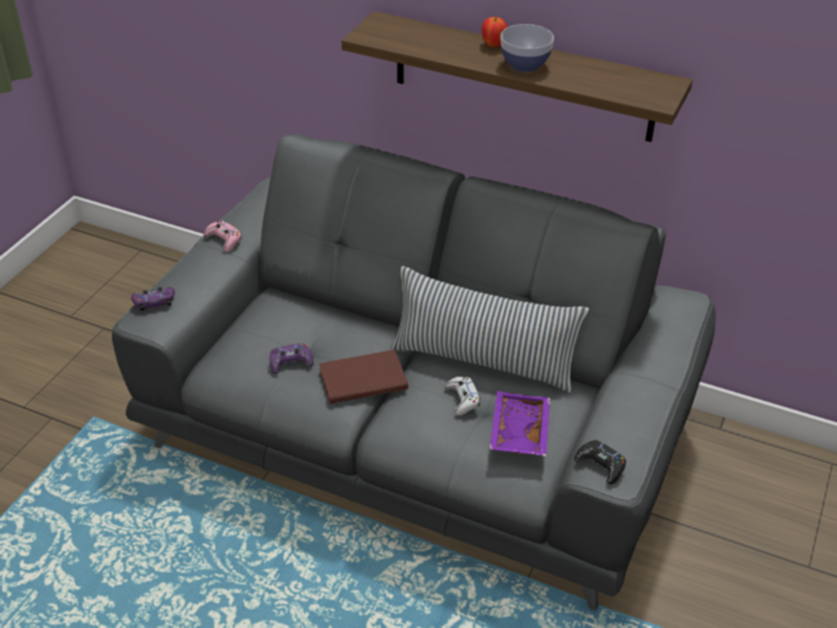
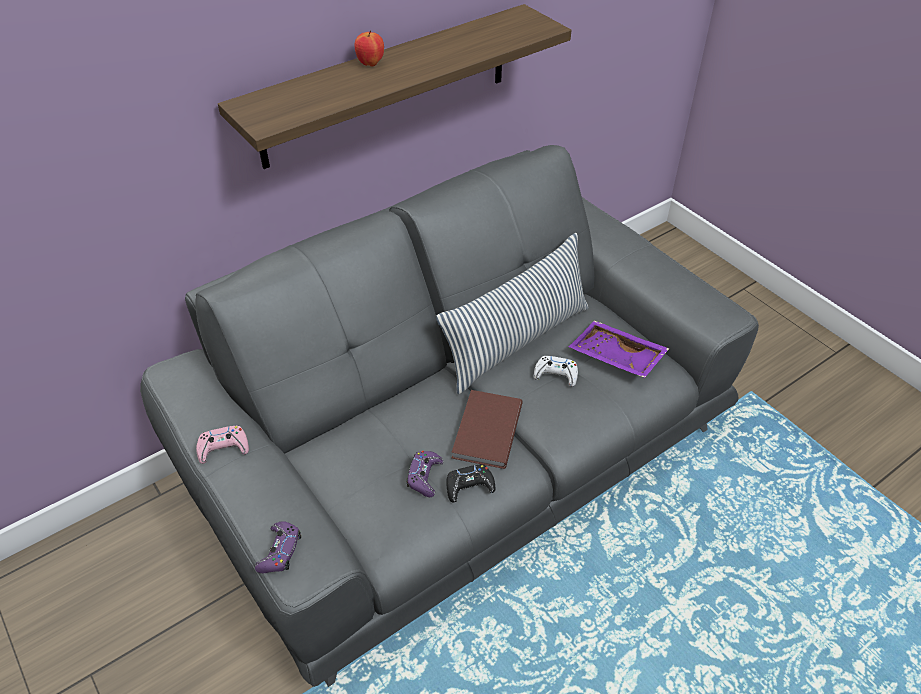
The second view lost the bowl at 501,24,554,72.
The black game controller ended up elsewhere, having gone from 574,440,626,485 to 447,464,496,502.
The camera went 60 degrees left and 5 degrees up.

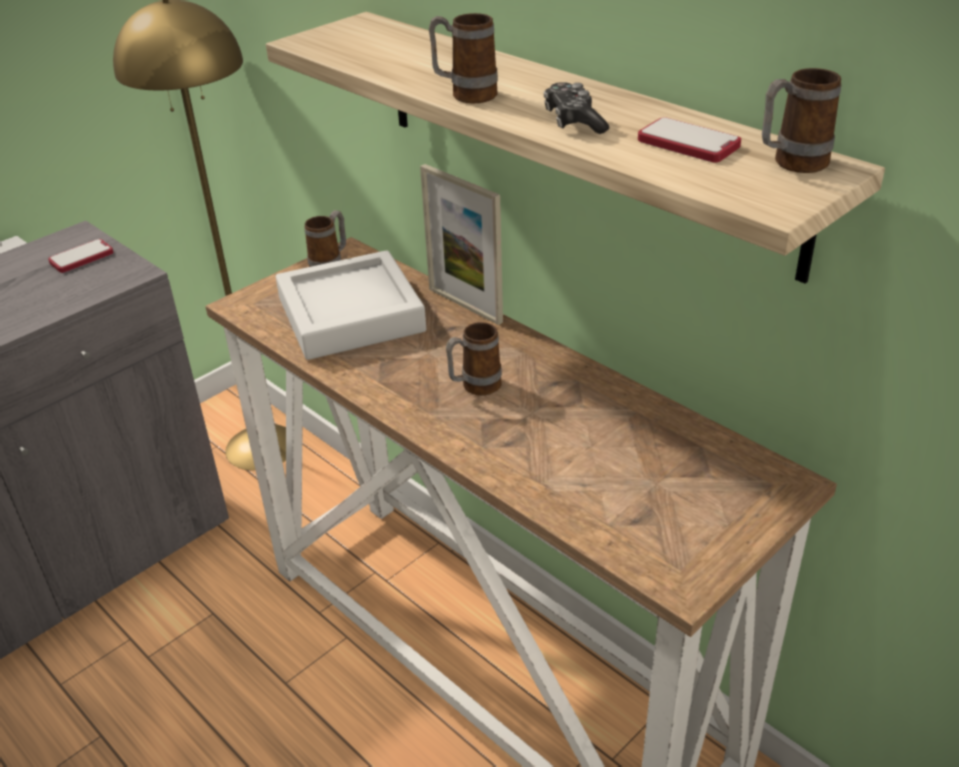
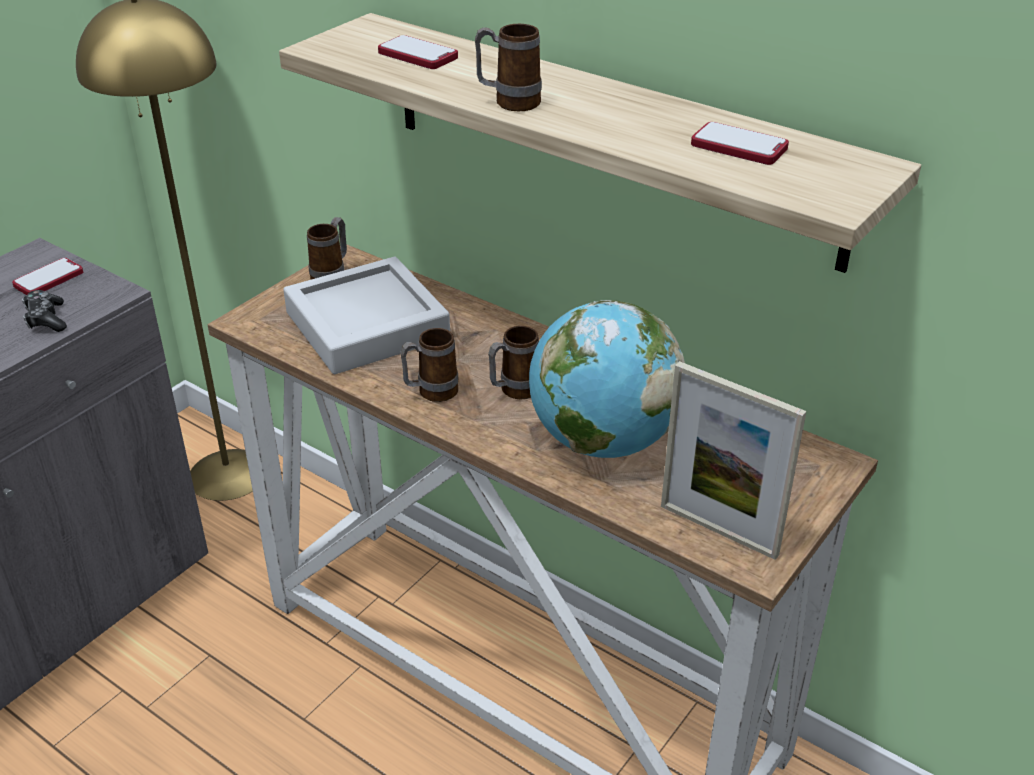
The mug ended up elsewhere, having gone from 762,68,841,173 to 400,328,459,402.
The game controller ended up elsewhere, having gone from 544,82,609,134 to 22,290,67,332.
The picture frame ended up elsewhere, having gone from 420,164,503,325 to 661,361,806,560.
The second view gained the phone at 378,35,458,69.
The second view gained the globe at 529,300,685,458.
The camera went 10 degrees left and 0 degrees up.

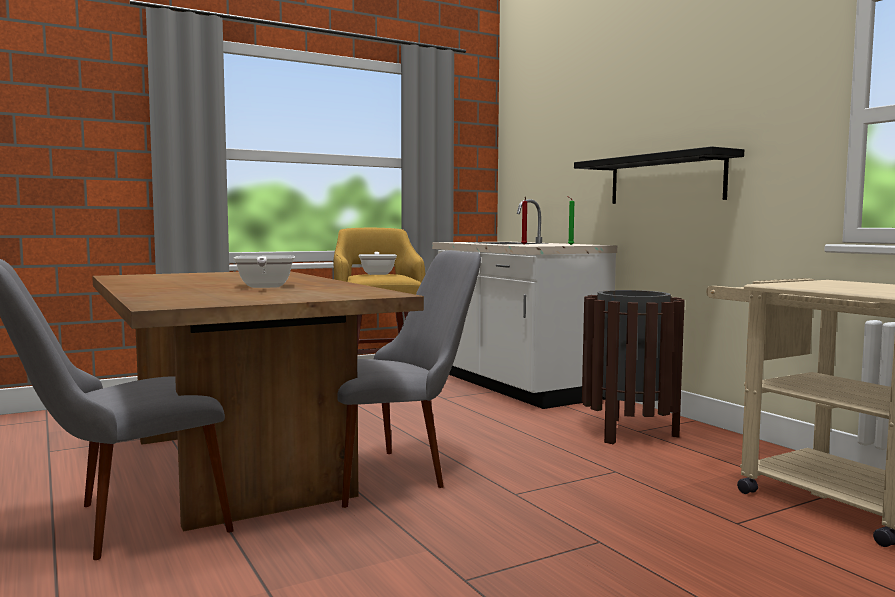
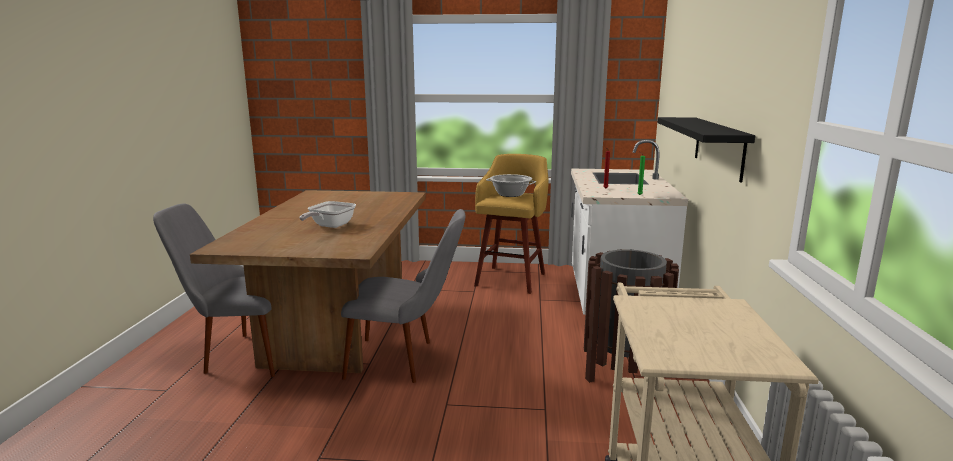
Where the frying pan stood at 359,252,397,275, the cooking pot came to stand at 486,174,536,197.
The camera went 35 degrees right and 10 degrees up.

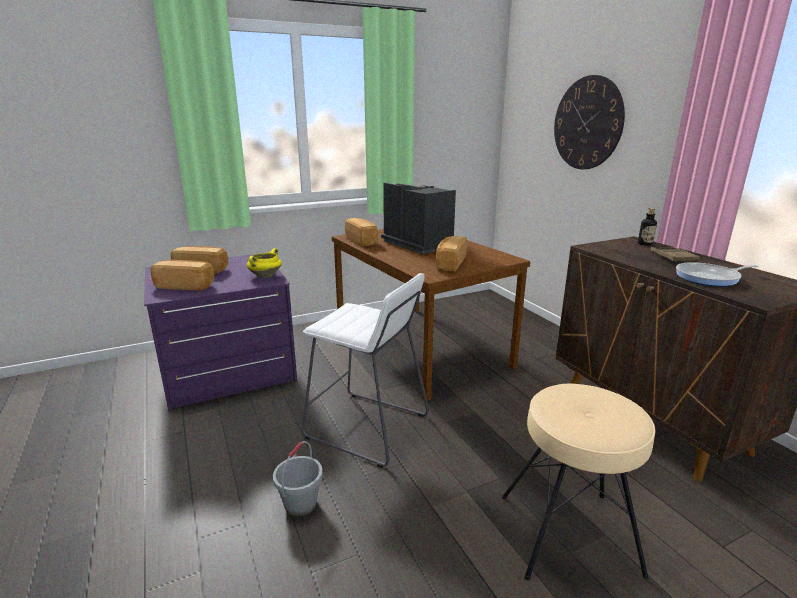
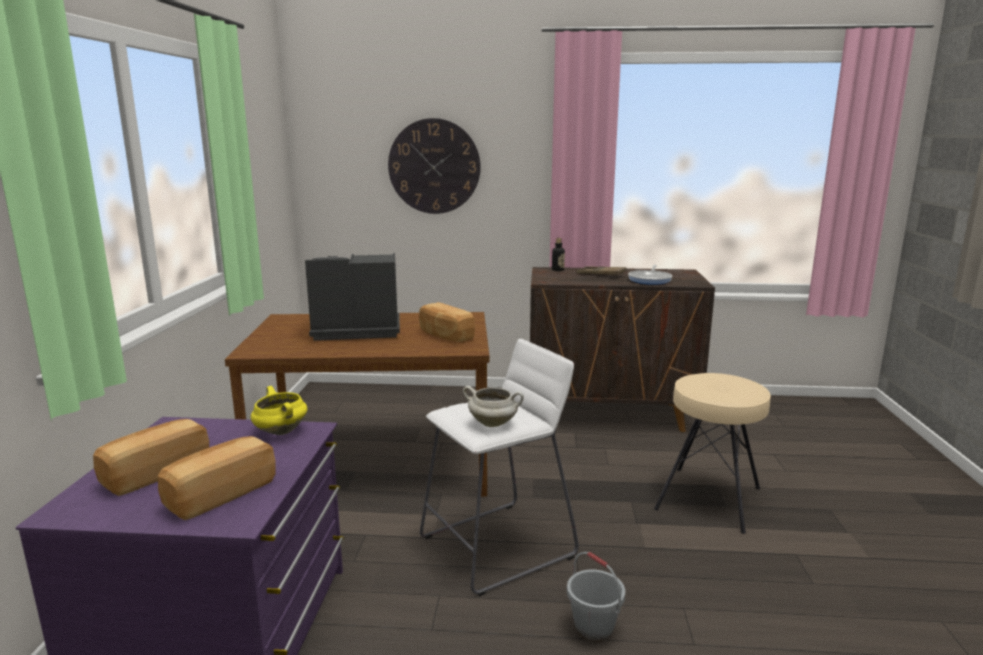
The second view lost the bread at 345,218,378,246.
The second view gained the white cooking pot at 463,386,524,427.
The camera went 60 degrees left and 5 degrees down.

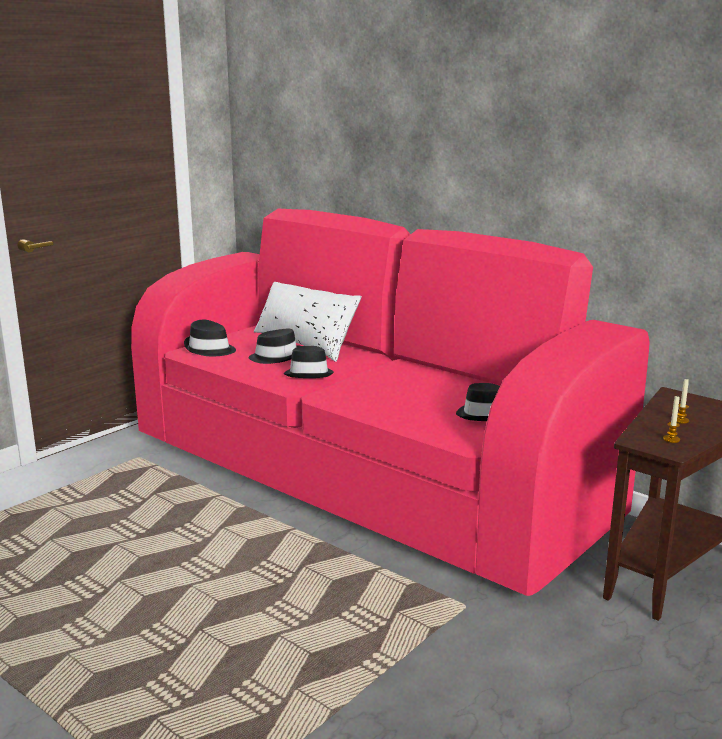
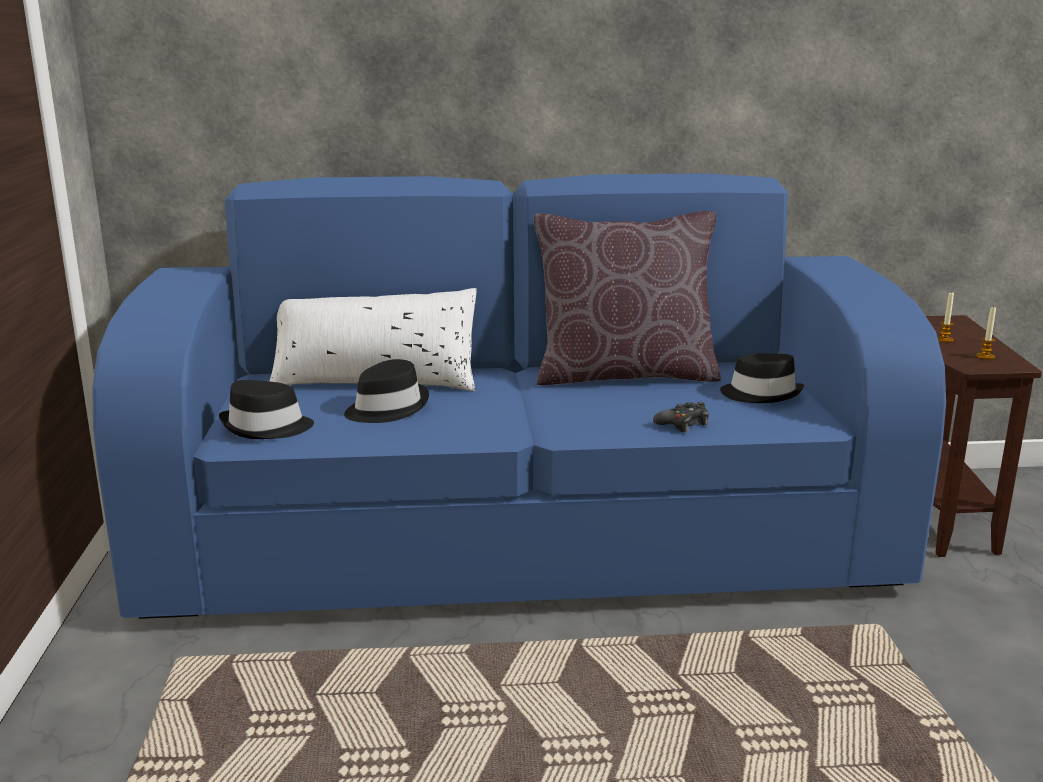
What was the pink sofa at 131,209,650,596 turned into the blue sofa at 92,173,946,619.
The second view lost the black hat at 284,346,334,378.
The second view gained the brown pillow at 534,211,721,385.
The second view gained the black game controller at 653,402,709,432.
The camera went 45 degrees left and 0 degrees up.

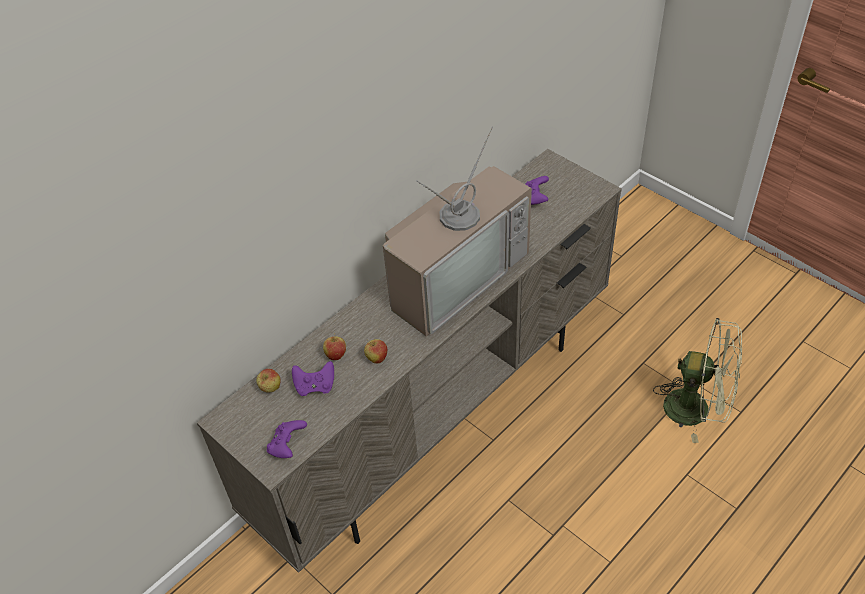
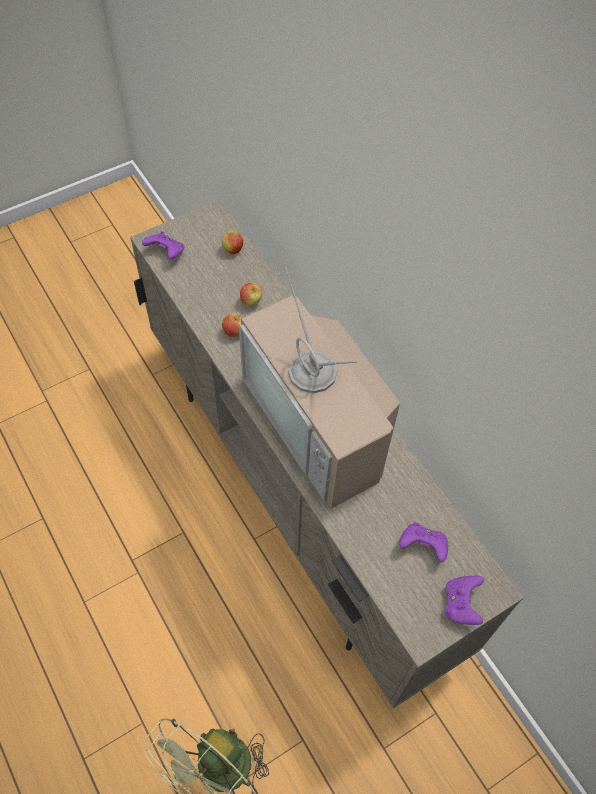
The purple game controller ended up elsewhere, having gone from 292,361,334,396 to 444,576,484,625.
The camera went 100 degrees right and 10 degrees up.

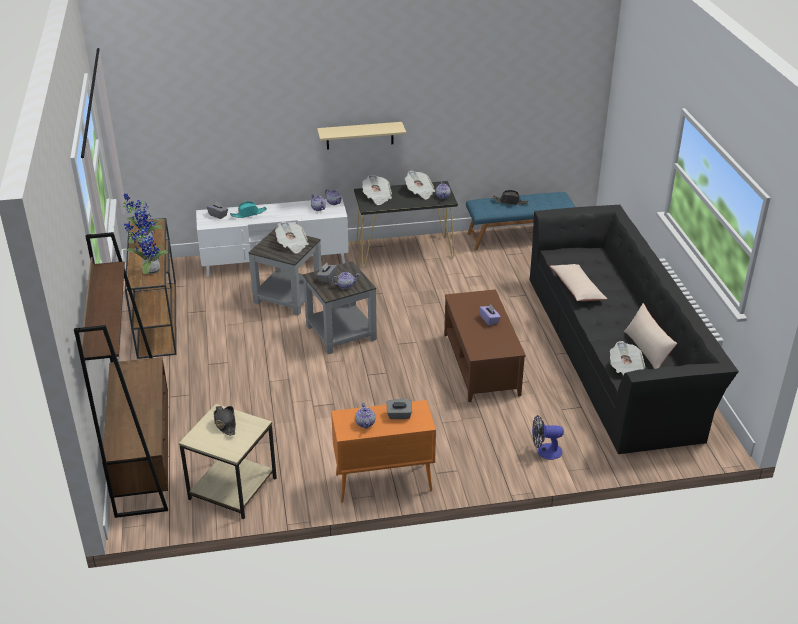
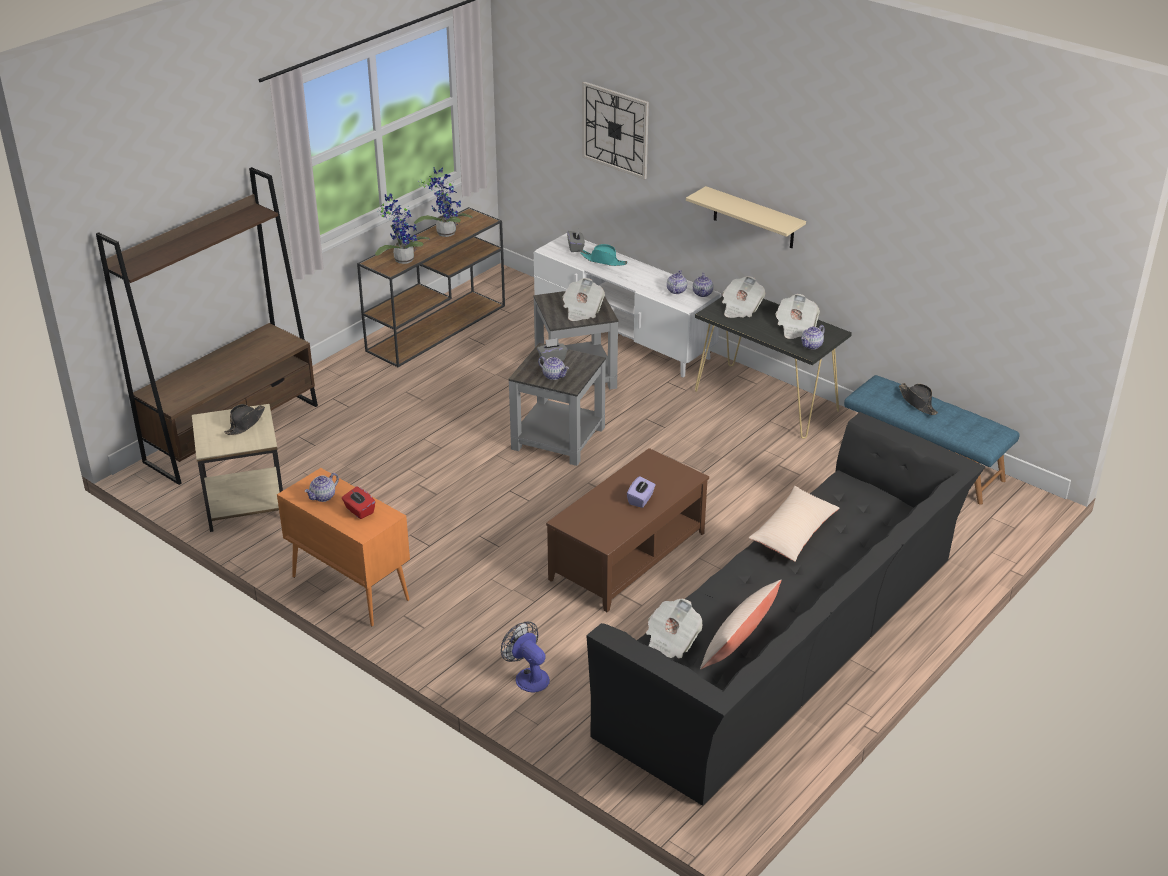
What was the grey tissue box at 387,399,412,419 turned into the red tissue box at 342,486,375,519.
The second view gained the wall clock at 582,82,649,180.
The camera went 50 degrees right and 0 degrees up.

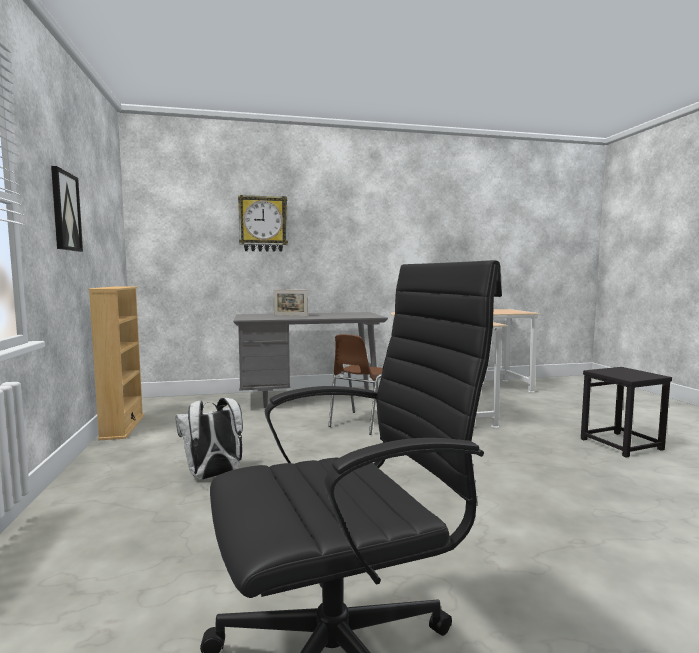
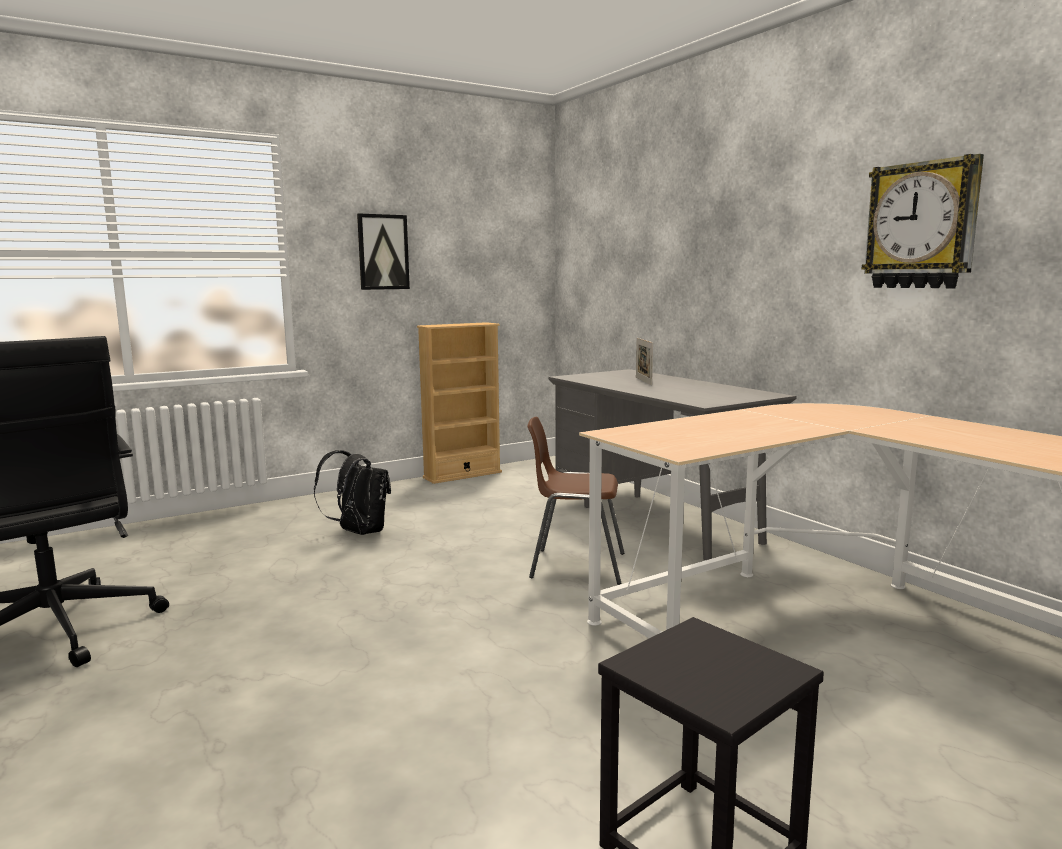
The wall clock ended up elsewhere, having gone from 238,195,288,252 to 862,154,984,289.
What was the white backpack at 175,398,243,480 turned into the black backpack at 314,450,391,535.
The camera went 70 degrees right and 5 degrees up.

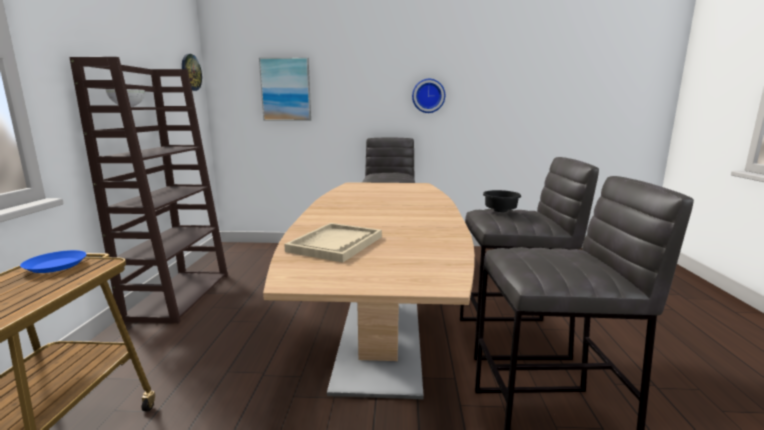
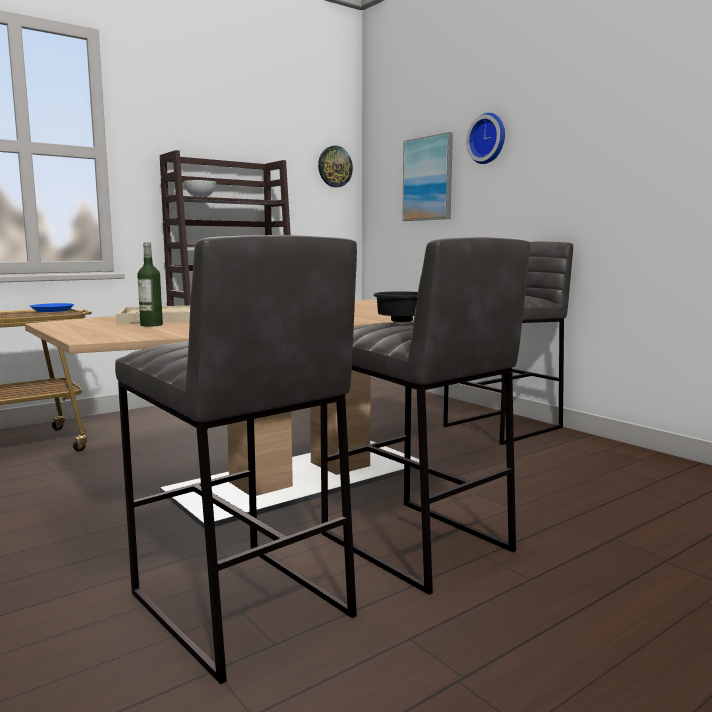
The wall clock ended up elsewhere, having gone from 412,79,445,113 to 466,113,505,164.
The second view gained the bottle at 137,243,163,327.
The camera went 50 degrees right and 5 degrees down.

